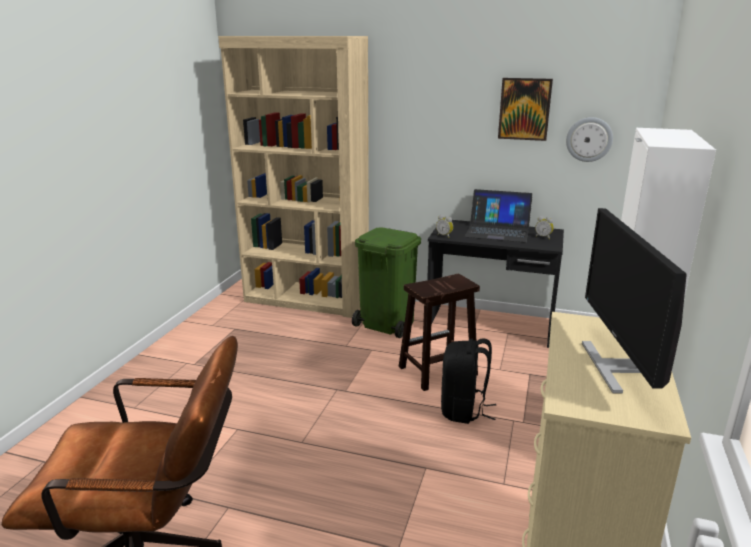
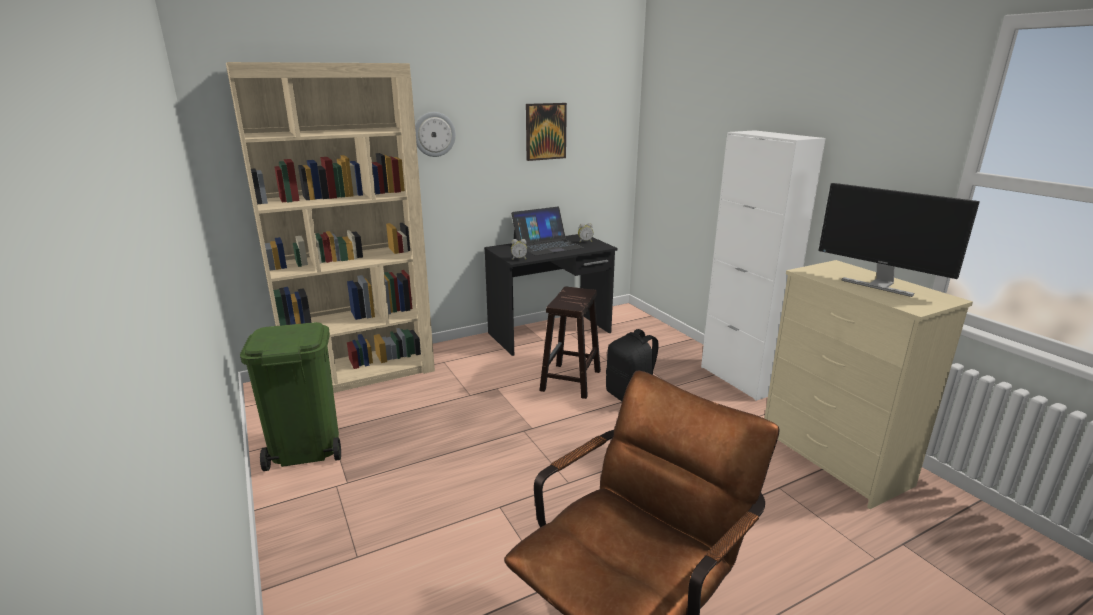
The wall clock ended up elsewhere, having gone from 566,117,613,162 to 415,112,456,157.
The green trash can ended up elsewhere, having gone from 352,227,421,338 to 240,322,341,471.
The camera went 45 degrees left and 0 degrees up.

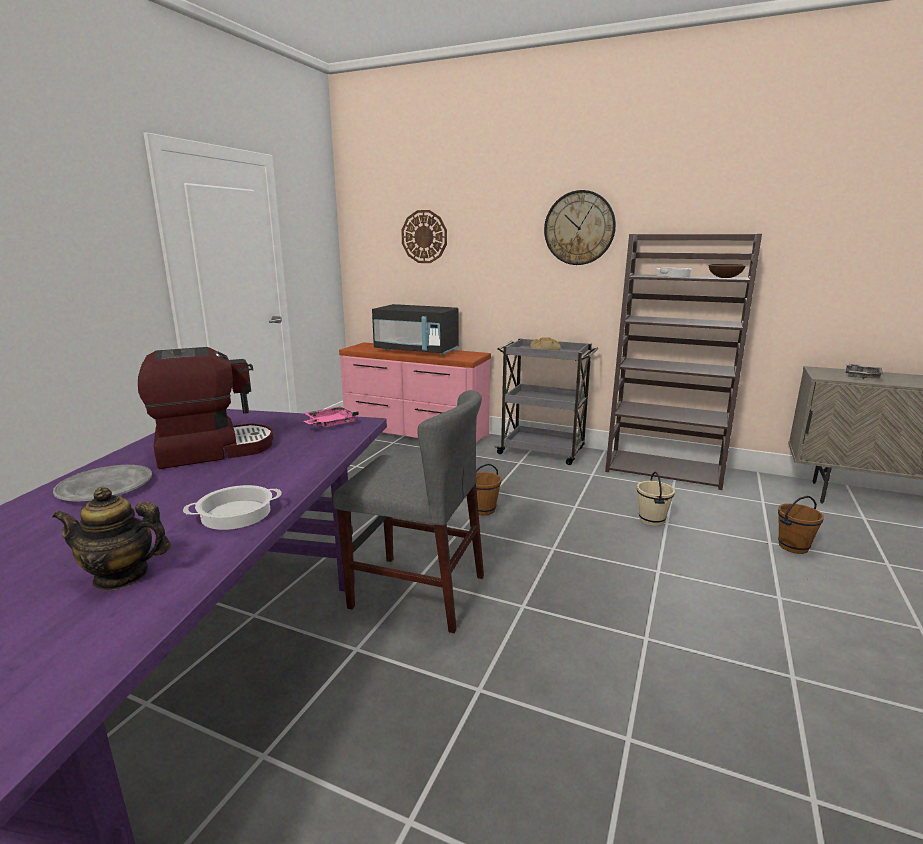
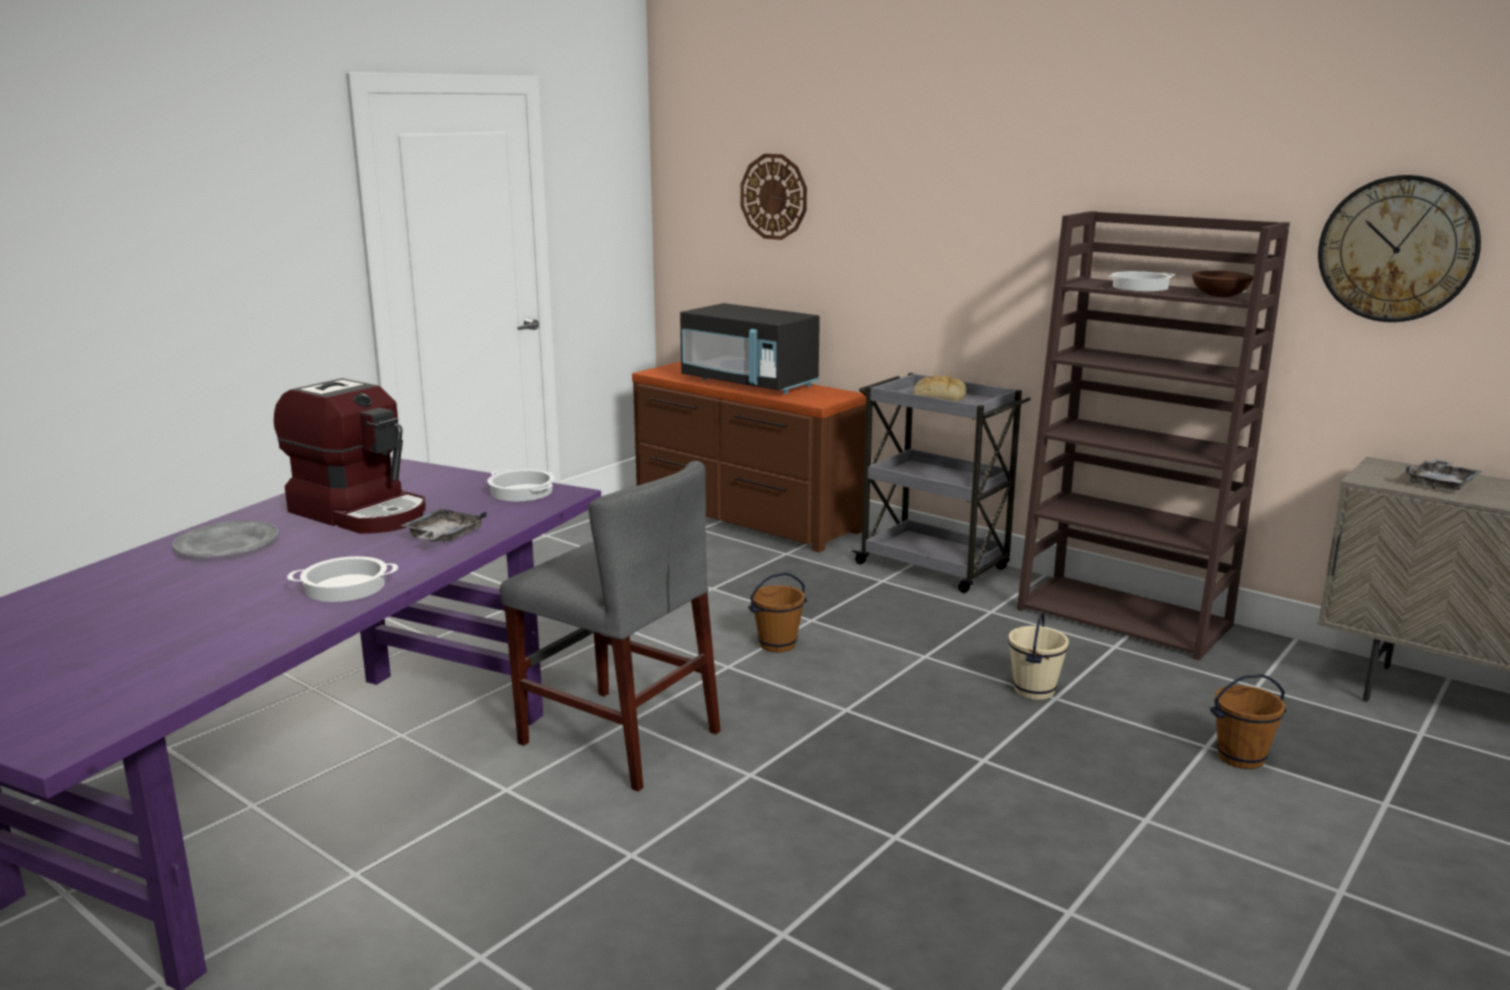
The wall clock ended up elsewhere, having gone from 544,190,616,265 to 1318,175,1481,322.
What was the pink dresser at 339,342,491,442 turned into the brown dresser at 632,361,866,552.
The coffee machine at 138,347,273,469 ended up facing another way, 45 degrees clockwise from before.
Where the pink tray stood at 304,406,359,427, the cooking pot came to stand at 487,469,555,502.
The second view lost the teapot at 52,487,171,591.
The second view gained the grey tray at 400,508,487,542.
The camera went 15 degrees right and 0 degrees up.

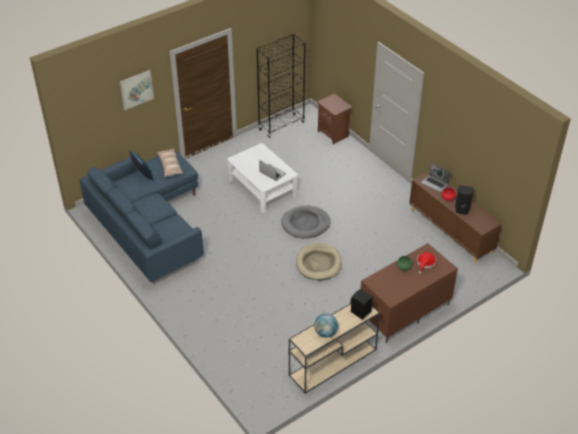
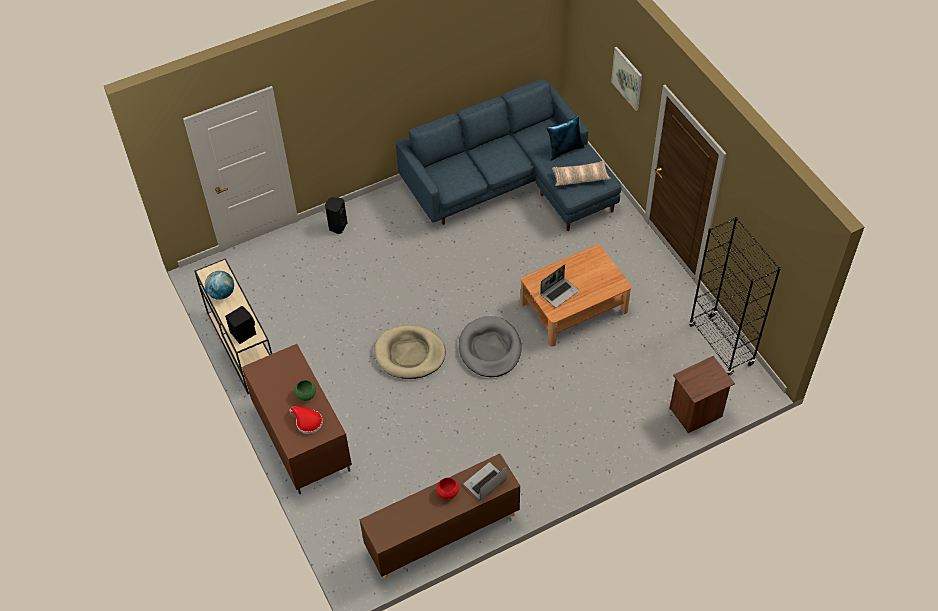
What was the white coffee table at 227,143,298,213 turned into the brown coffee table at 521,245,631,347.
The black speaker ended up elsewhere, having gone from 455,185,474,215 to 325,197,347,234.
The camera went 100 degrees right and 10 degrees up.

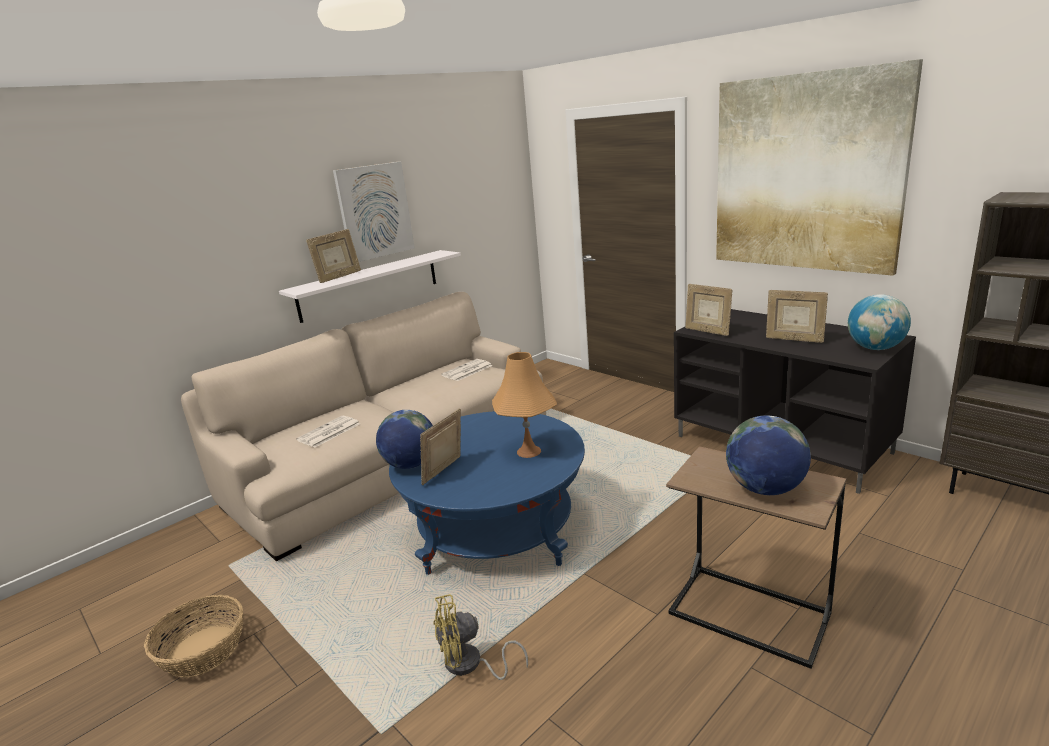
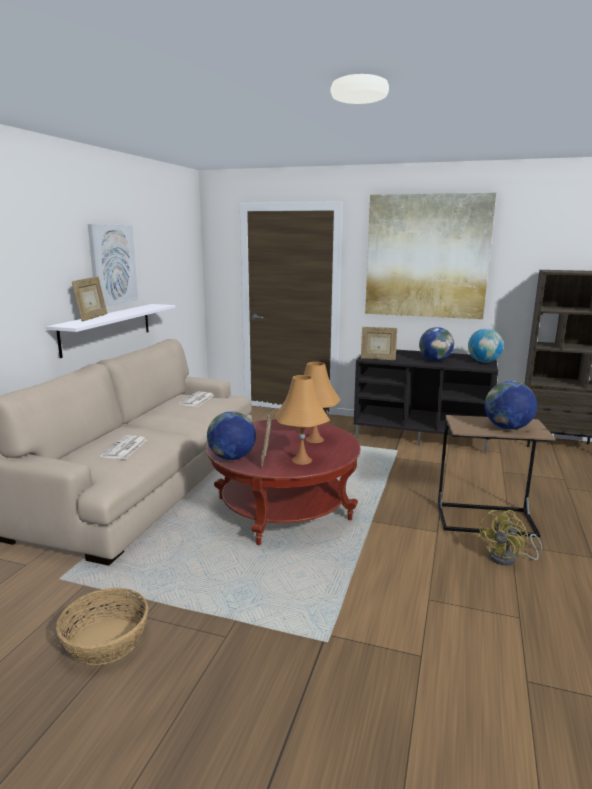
Where the picture frame stood at 766,290,828,343, the globe came to stand at 419,327,454,361.
What was the blue coffee table at 389,411,585,575 turned into the red coffee table at 206,419,361,545.
The yellow fan ended up elsewhere, having gone from 433,594,528,680 to 478,510,542,566.
The second view gained the orange table lamp at 275,375,330,465.
The camera went 30 degrees left and 5 degrees down.

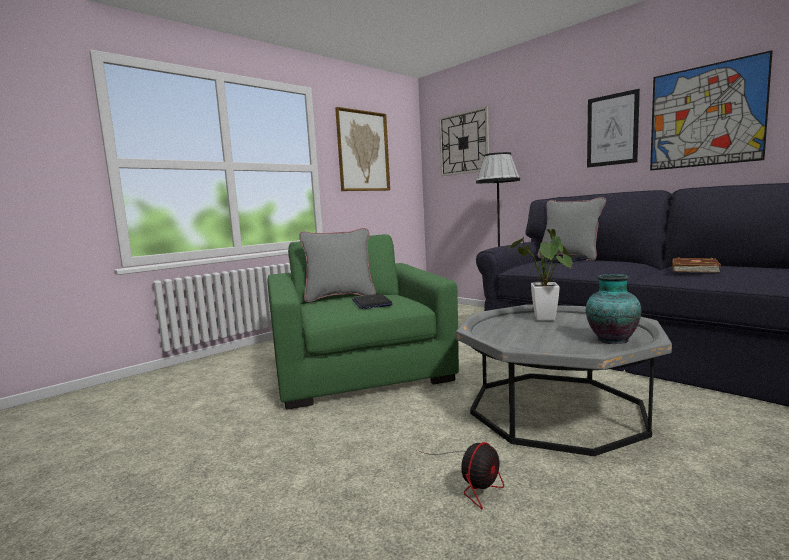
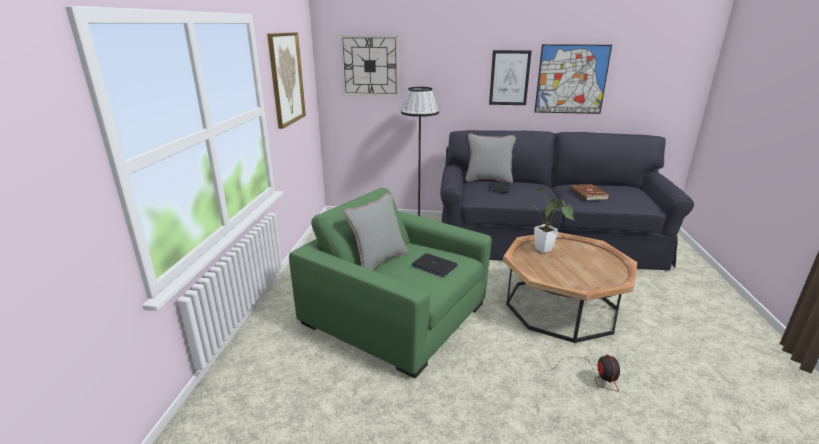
The second view lost the vase at 586,274,641,344.
What was the grey coffee table at 456,304,672,456 turned into the brown coffee table at 503,232,637,343.
The camera went 40 degrees left and 15 degrees up.

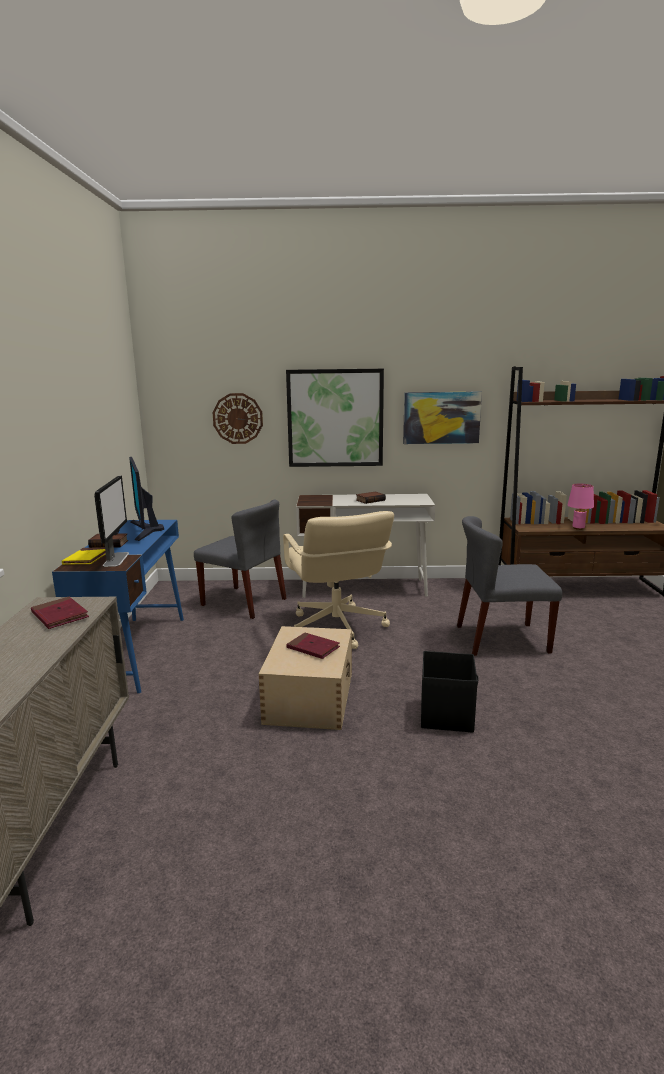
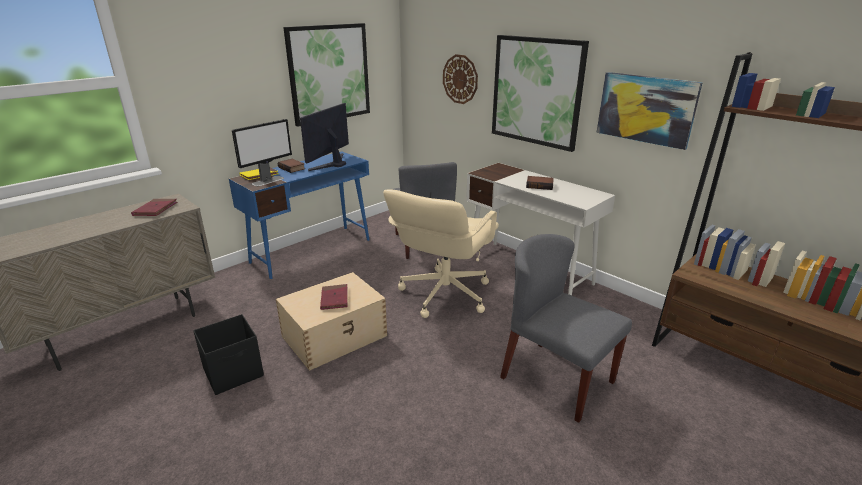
The second view lost the pink table lamp at 567,484,594,530.
The black storage box ended up elsewhere, having gone from 421,651,479,733 to 193,314,264,395.
The second view gained the picture at 283,23,370,127.
The camera went 45 degrees right and 10 degrees up.

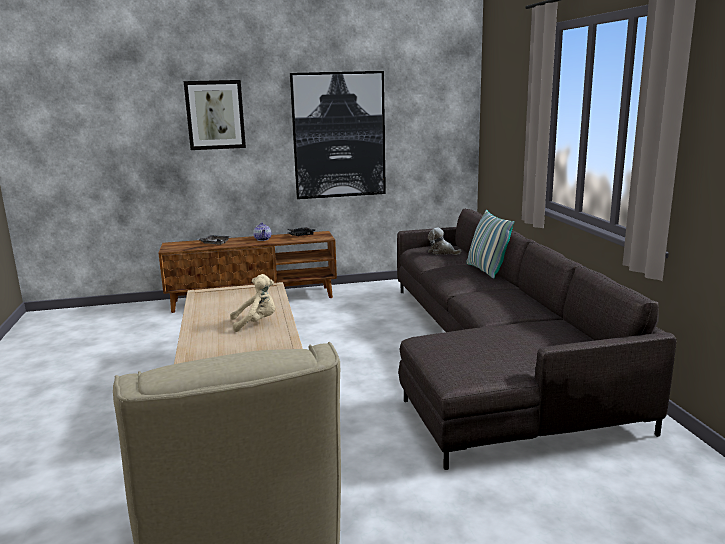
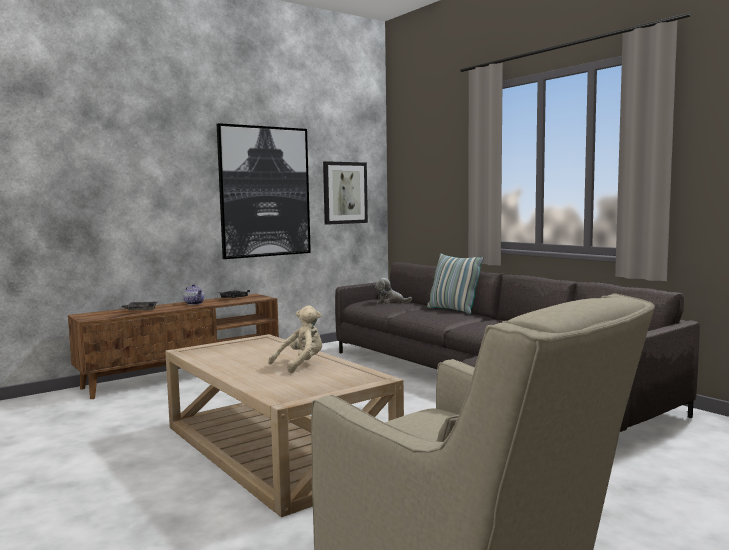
The picture ended up elsewhere, having gone from 184,80,246,150 to 323,161,368,225.
The camera went 25 degrees left and 10 degrees down.

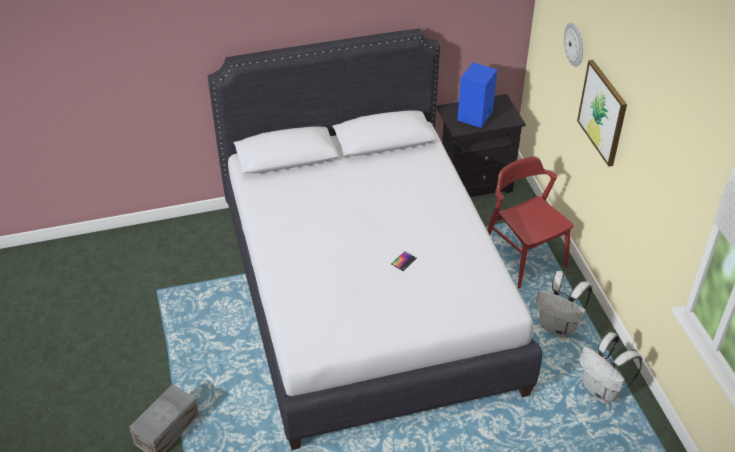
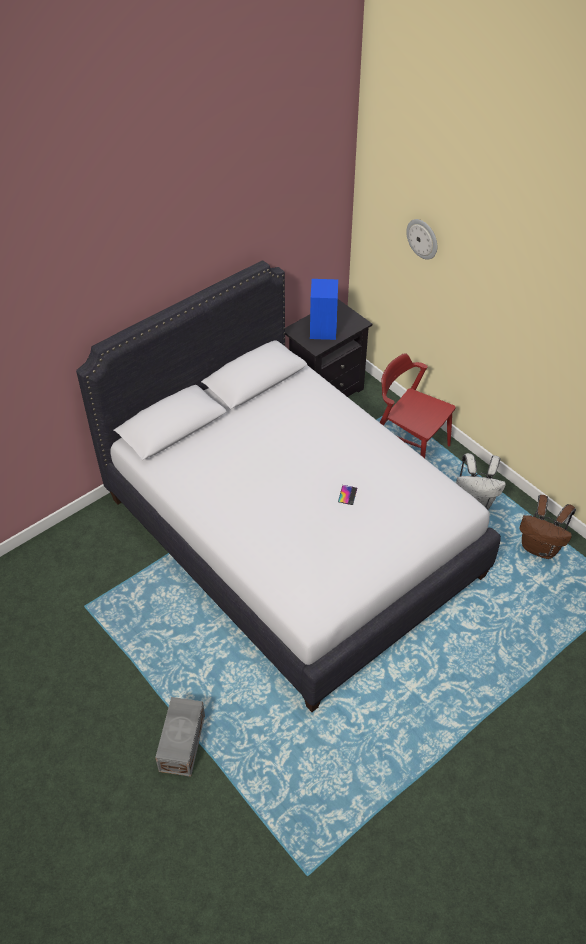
The second view lost the picture at 577,60,627,167.
What was the white backpack at 579,332,643,403 turned into the brown backpack at 519,495,576,559.
The camera went 25 degrees left and 5 degrees up.

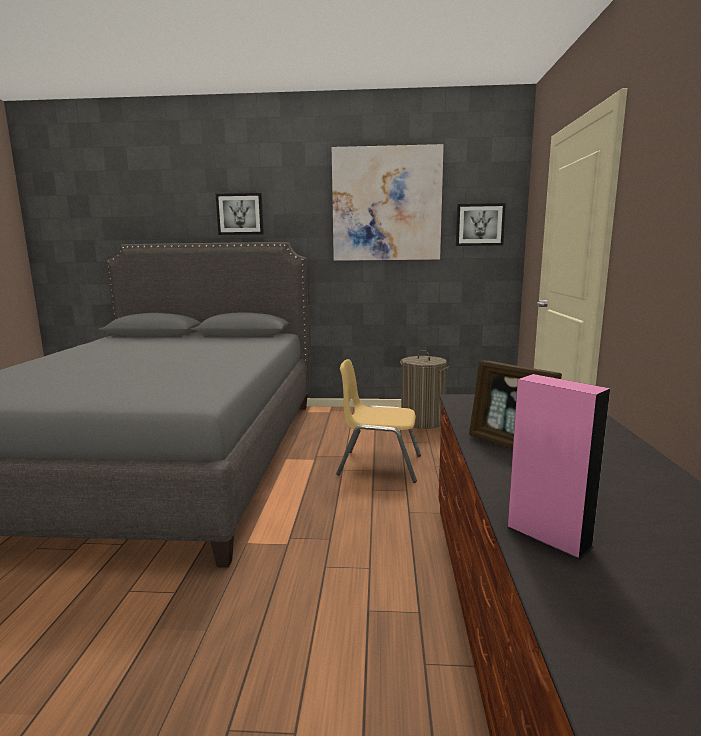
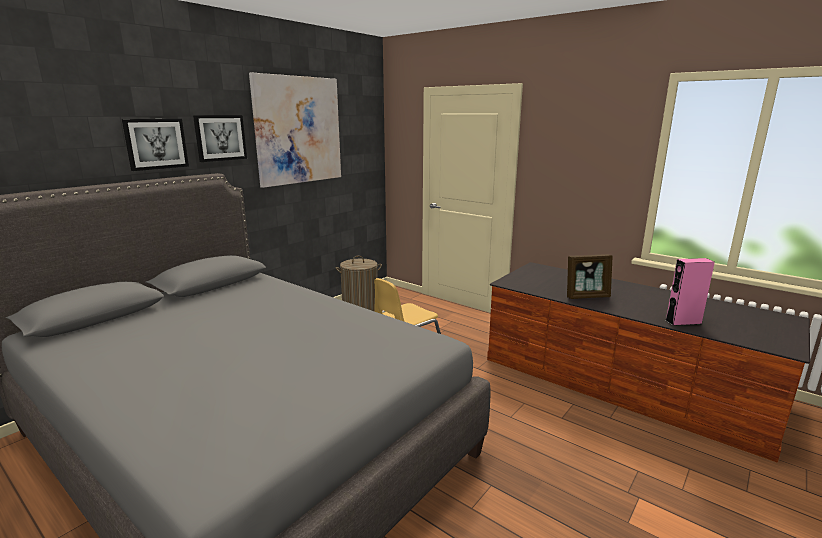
The picture ended up elsewhere, having gone from 456,203,506,246 to 193,115,247,162.
The camera went 55 degrees left and 5 degrees up.

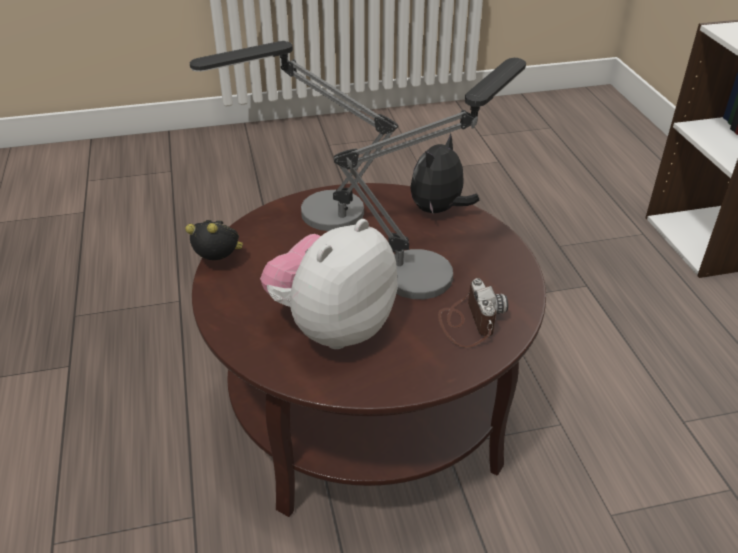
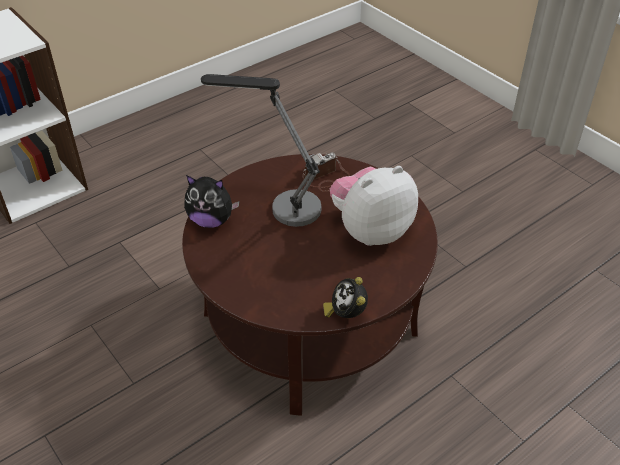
The second view lost the table lamp at 190,41,398,231.
The plush toy at 260,219,397,349 ended up facing another way, 135 degrees clockwise from before.
The camera went 115 degrees left and 5 degrees up.

